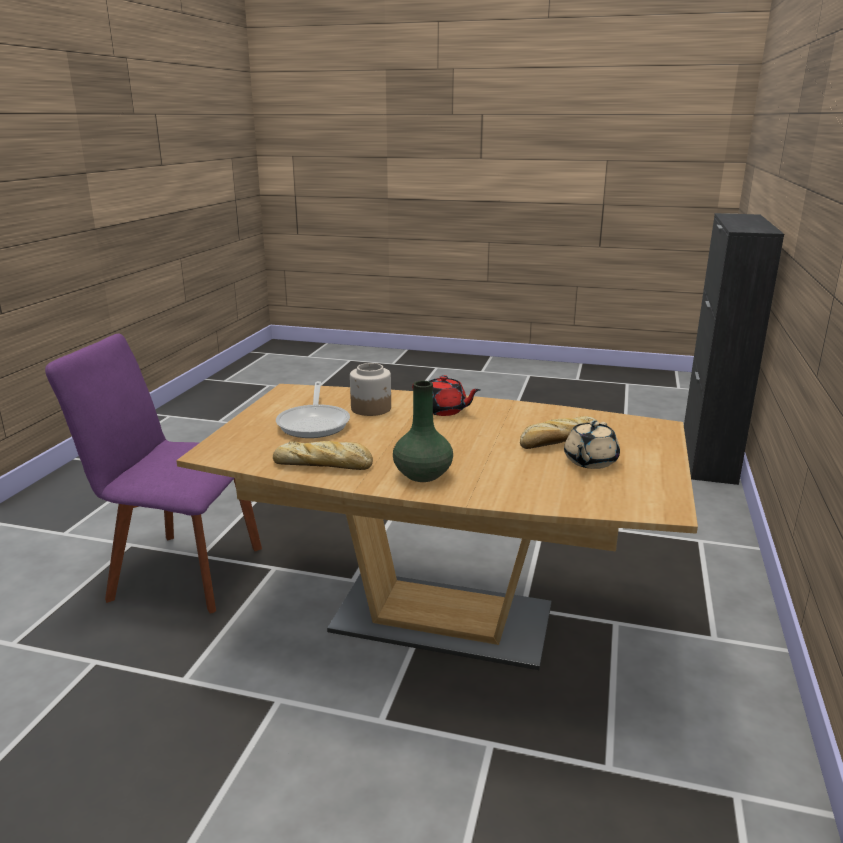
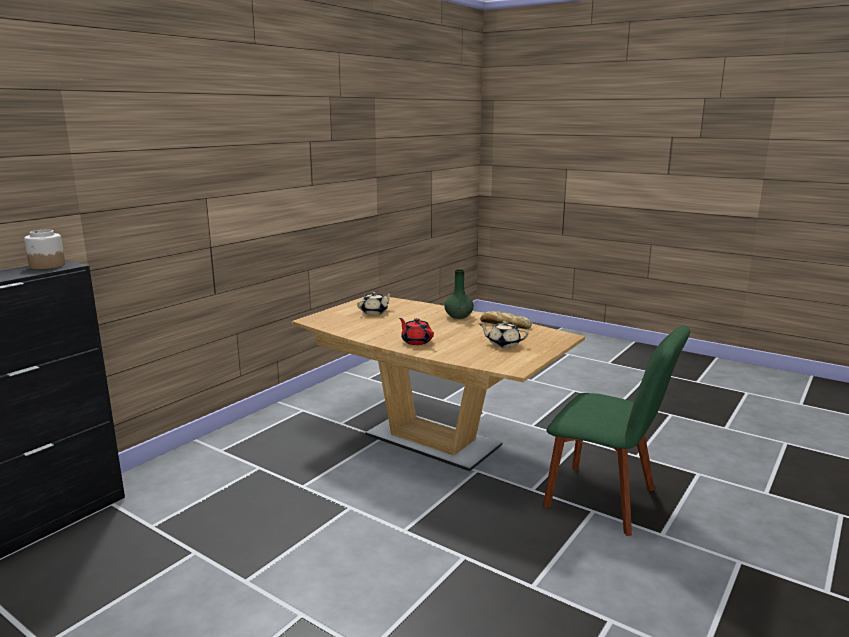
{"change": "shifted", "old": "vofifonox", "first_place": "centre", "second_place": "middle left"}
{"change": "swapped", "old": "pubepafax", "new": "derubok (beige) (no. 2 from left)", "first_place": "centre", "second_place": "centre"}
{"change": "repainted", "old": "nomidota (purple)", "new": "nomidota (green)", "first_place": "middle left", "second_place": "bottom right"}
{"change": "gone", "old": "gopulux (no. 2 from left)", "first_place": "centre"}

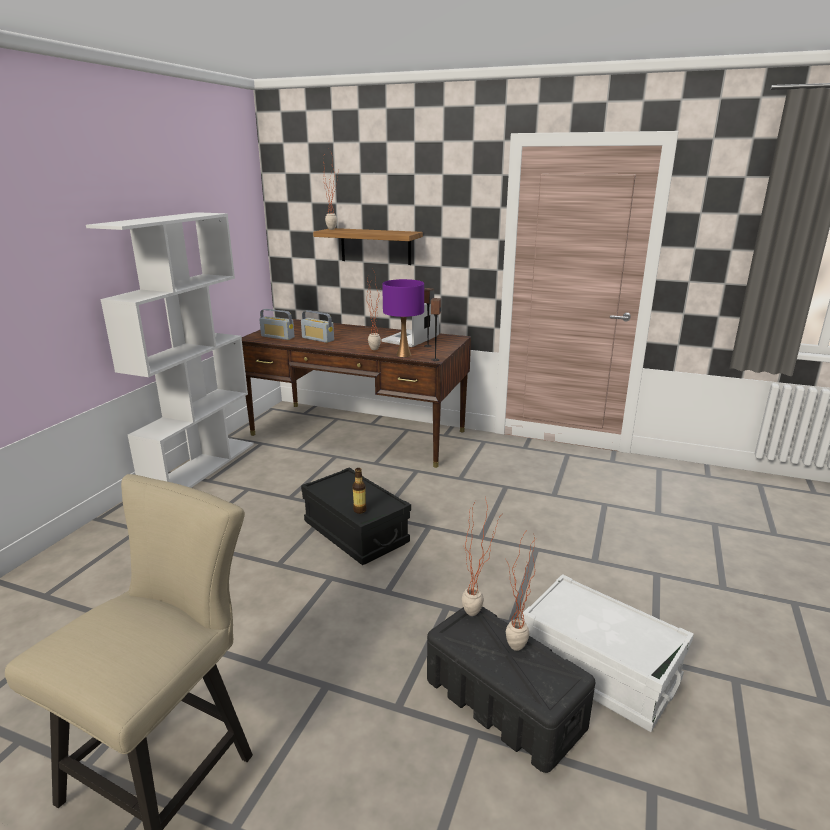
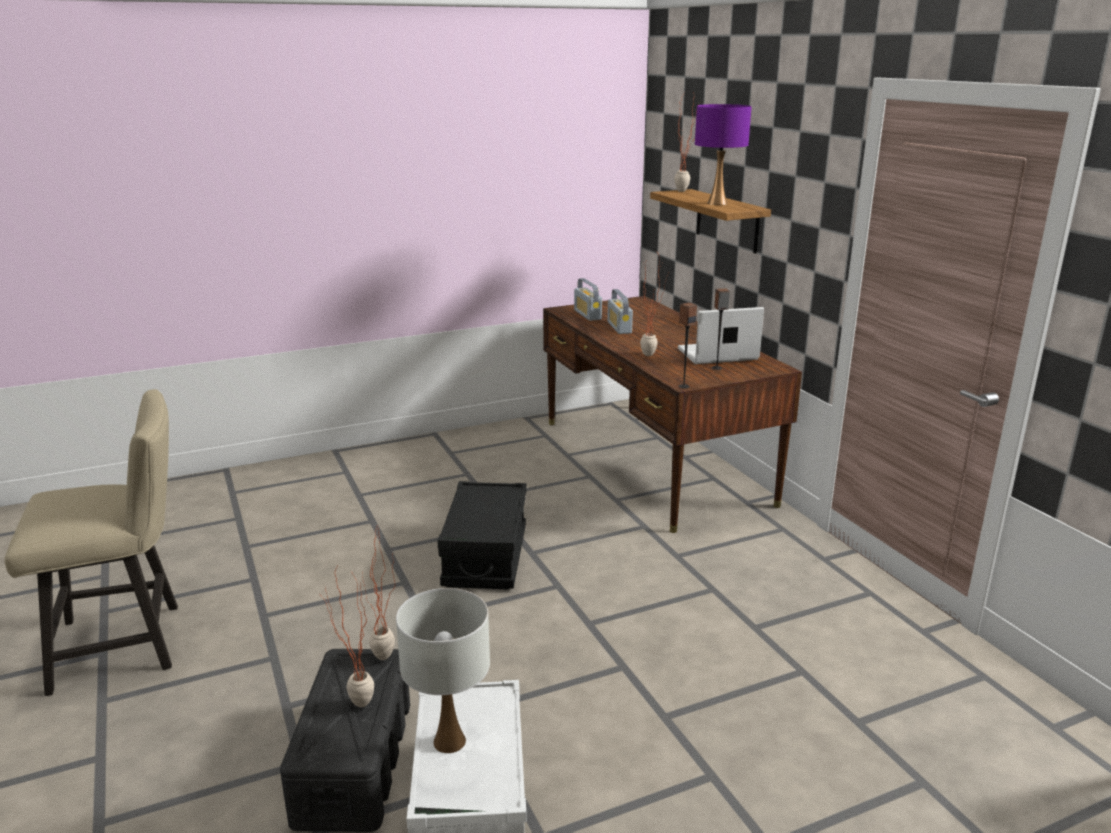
{"change": "new", "new": "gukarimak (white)", "second_place": "bottom centre"}
{"change": "shifted", "old": "gukarimak (purple)", "first_place": "centre", "second_place": "top centre"}
{"change": "gone", "old": "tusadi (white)", "first_place": "middle left"}
{"change": "gone", "old": "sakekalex", "first_place": "centre"}

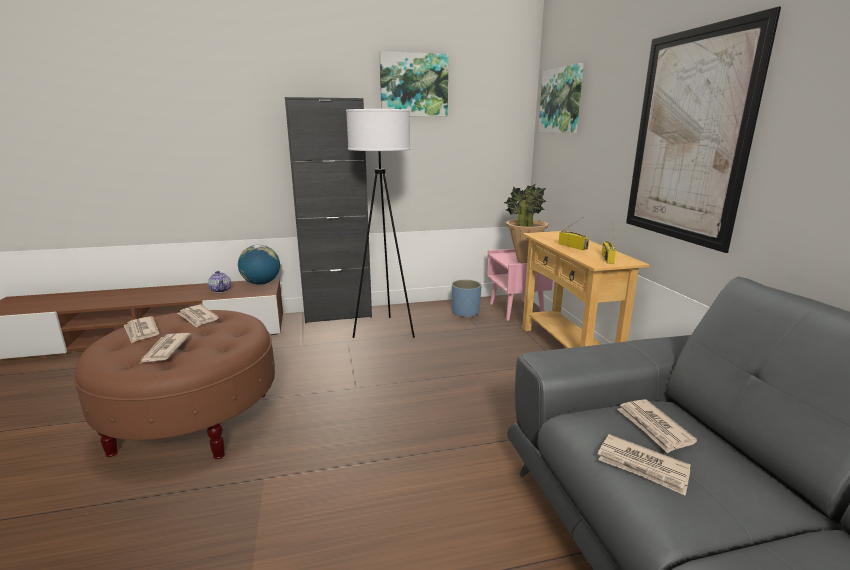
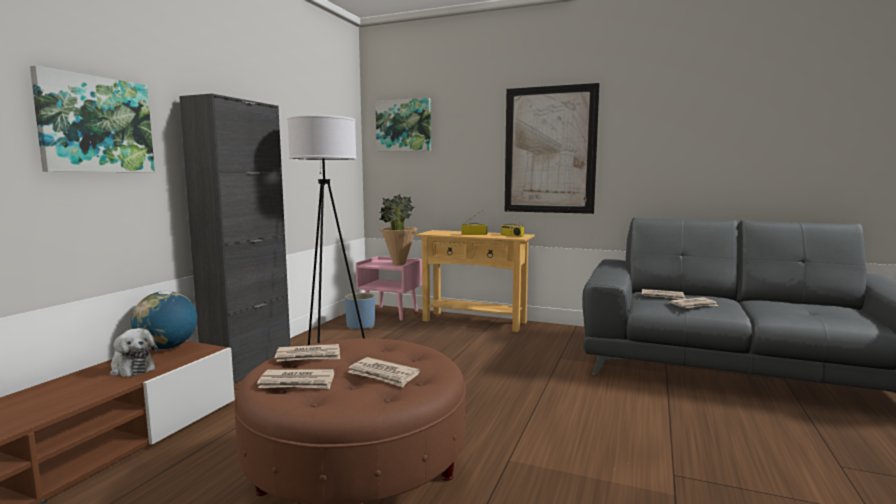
{"change": "shifted", "old": "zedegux (no. 1 from left)", "first_place": "top centre", "second_place": "top left"}
{"change": "swapped", "old": "derubok", "new": "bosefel", "first_place": "middle left", "second_place": "bottom left"}

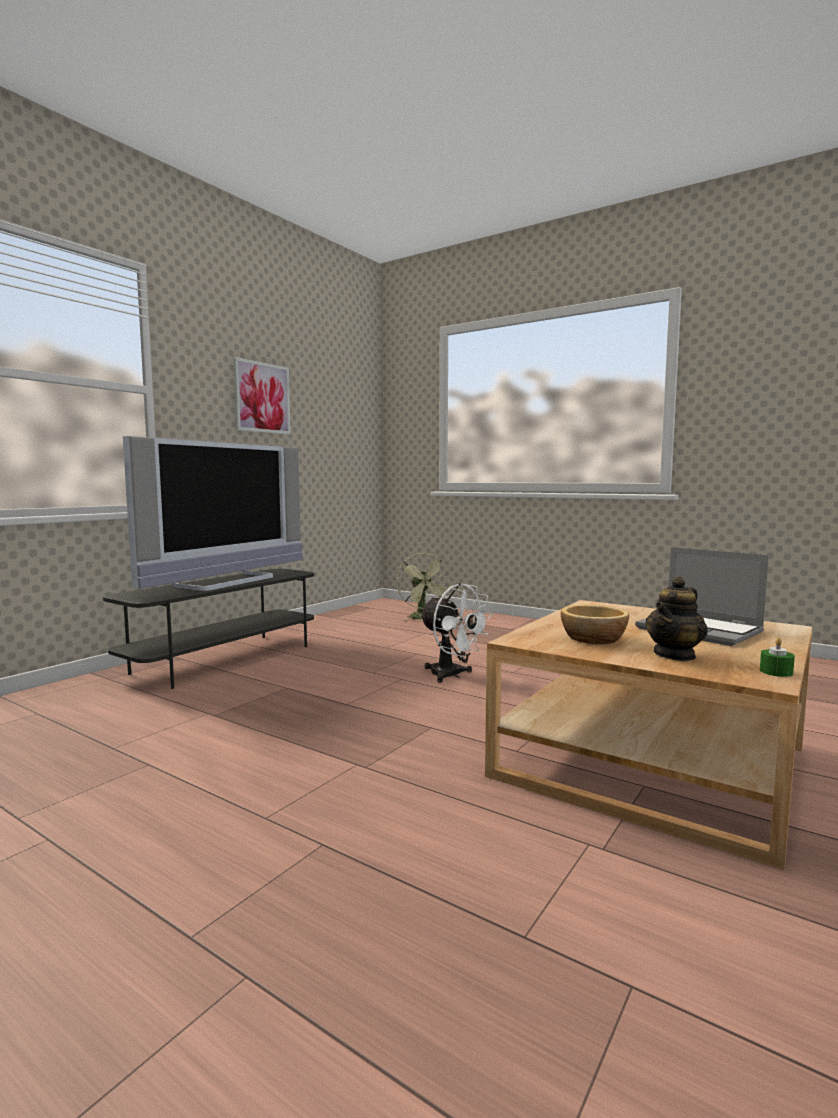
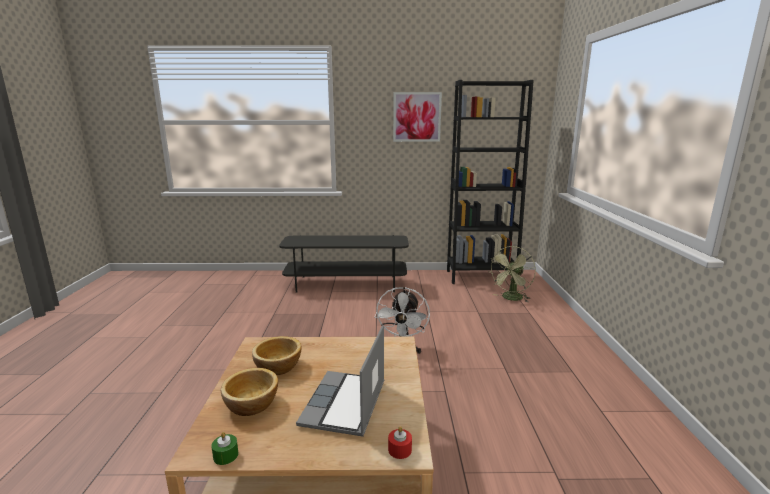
{"change": "swapped", "old": "derubok", "new": "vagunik (no. 1 from left)", "first_place": "middle right", "second_place": "bottom left"}
{"change": "new", "new": "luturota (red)", "second_place": "bottom centre"}
{"change": "new", "new": "tusadi (black)", "second_place": "centre"}
{"change": "gone", "old": "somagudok", "first_place": "middle left"}

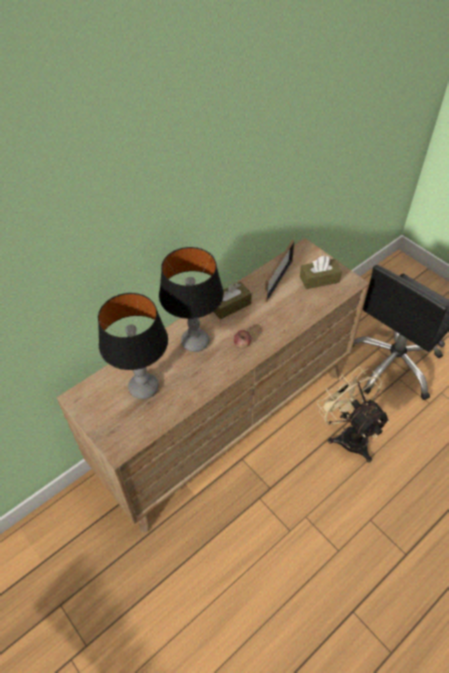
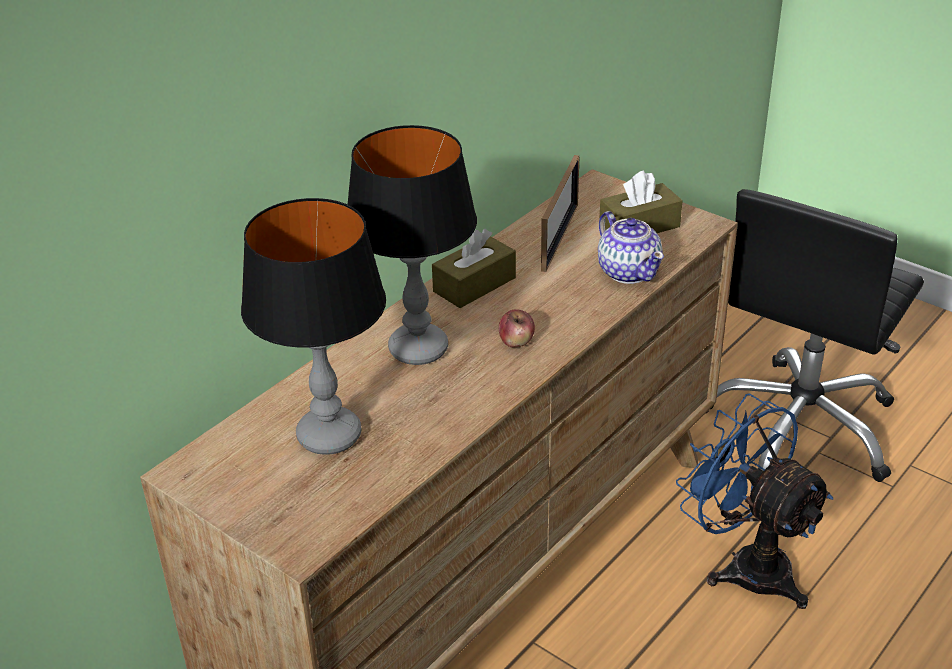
{"change": "new", "new": "derubok", "second_place": "centre"}
{"change": "repainted", "old": "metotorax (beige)", "new": "metotorax (blue)", "first_place": "middle right", "second_place": "bottom right"}

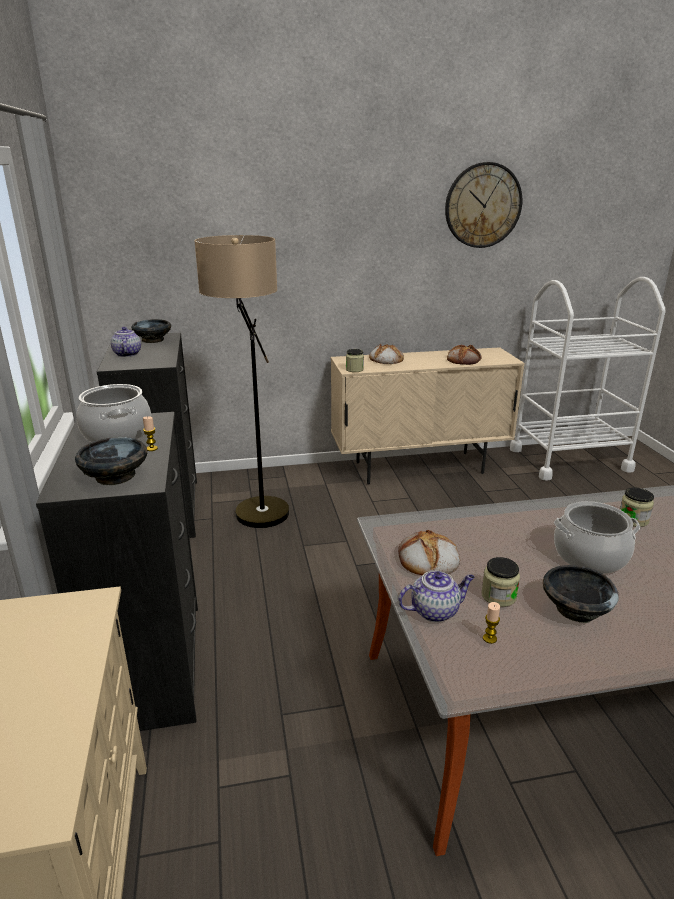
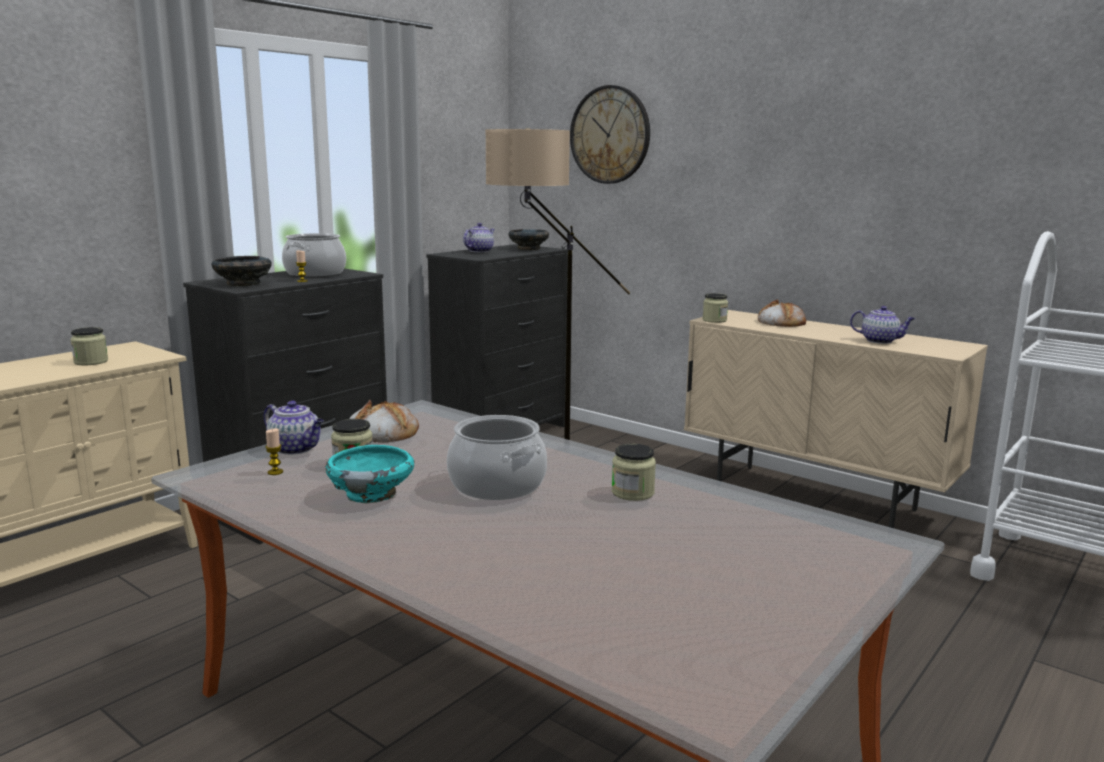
{"change": "new", "new": "vofifonox (no. 1 from left)", "second_place": "middle left"}
{"change": "repainted", "old": "vagunik (black) (no. 3 from left)", "new": "vagunik (turquoise)", "first_place": "middle right", "second_place": "centre"}
{"change": "shifted", "old": "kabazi", "first_place": "top right", "second_place": "top centre"}
{"change": "swapped", "old": "gopulux (no. 3 from left)", "new": "derubok (no. 3 from left)", "first_place": "middle right", "second_place": "middle right"}

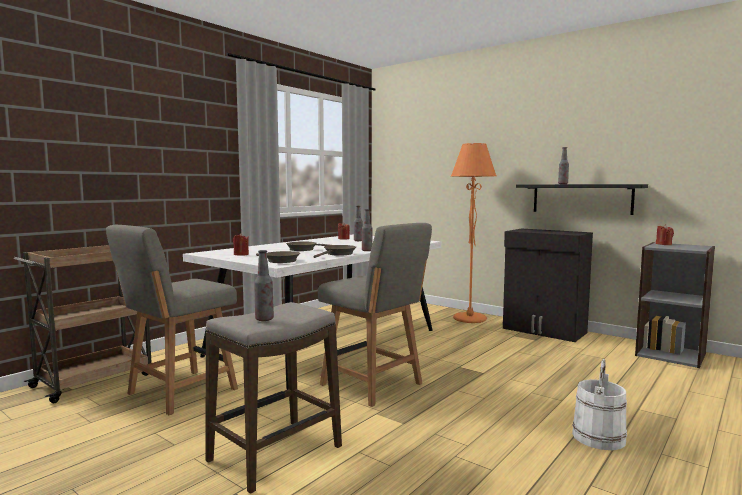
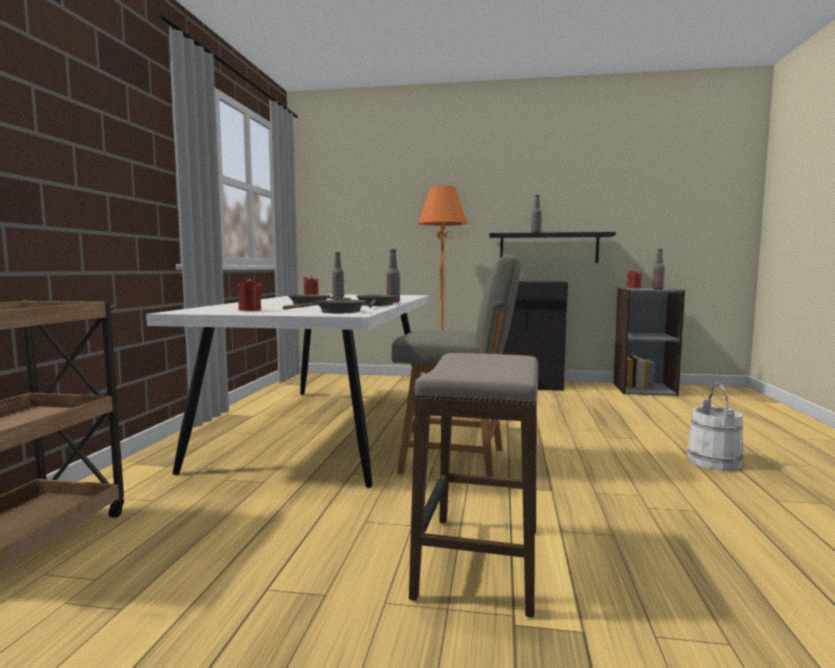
{"change": "shifted", "old": "sakekalex (no. 1 from left in the first image)", "new": "sakekalex (no. 4 from left)", "first_place": "centre", "second_place": "middle right"}
{"change": "gone", "old": "nomidota (grey) (no. 1 from left)", "first_place": "middle left"}

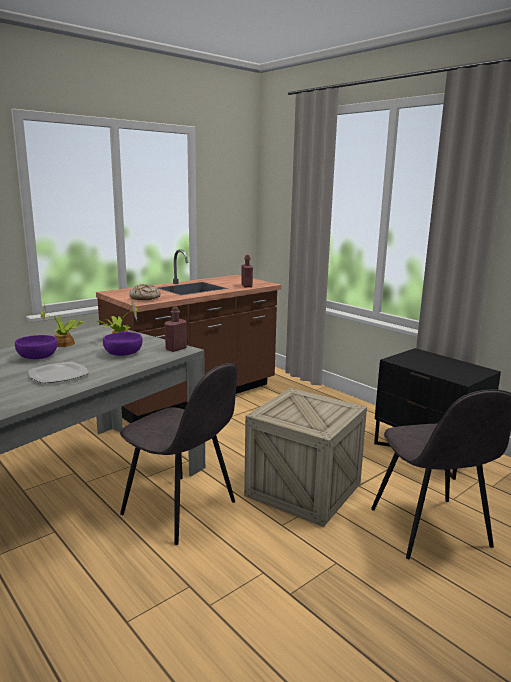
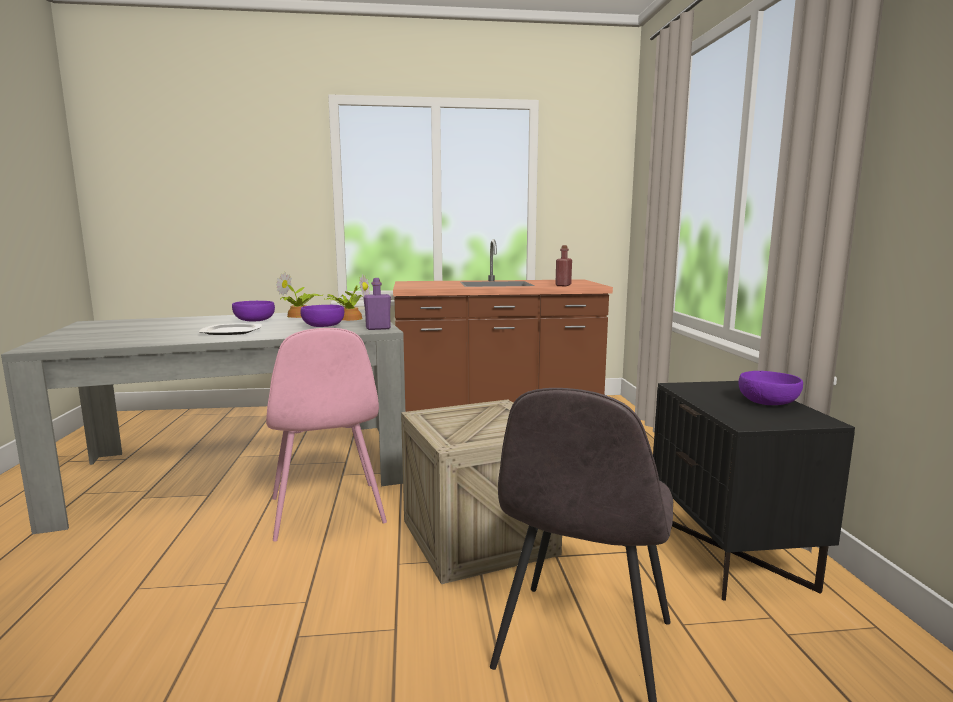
{"change": "repainted", "old": "nomidota (grey) (no. 1 from left)", "new": "nomidota (pink)", "first_place": "centre", "second_place": "centre"}
{"change": "repainted", "old": "sakekalex (red) (no. 1 from left)", "new": "sakekalex (purple)", "first_place": "centre", "second_place": "centre"}
{"change": "new", "new": "vagunik (purple) (no. 3 from left)", "second_place": "middle right"}
{"change": "gone", "old": "gopulux", "first_place": "middle left"}

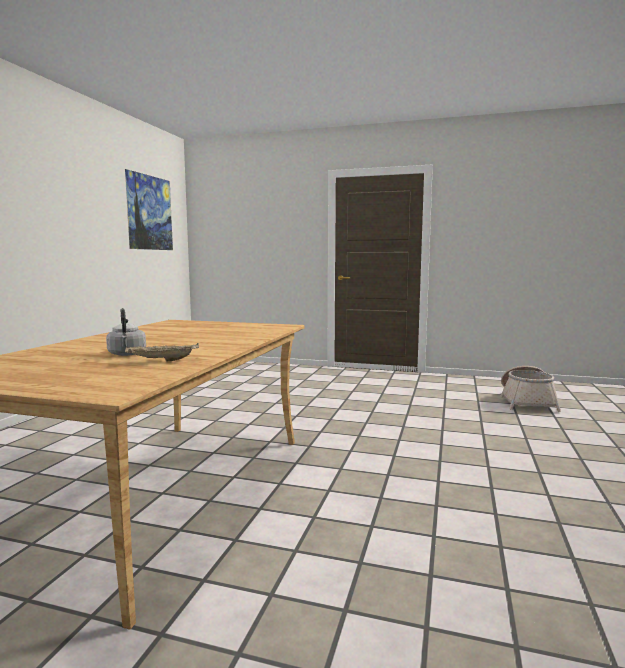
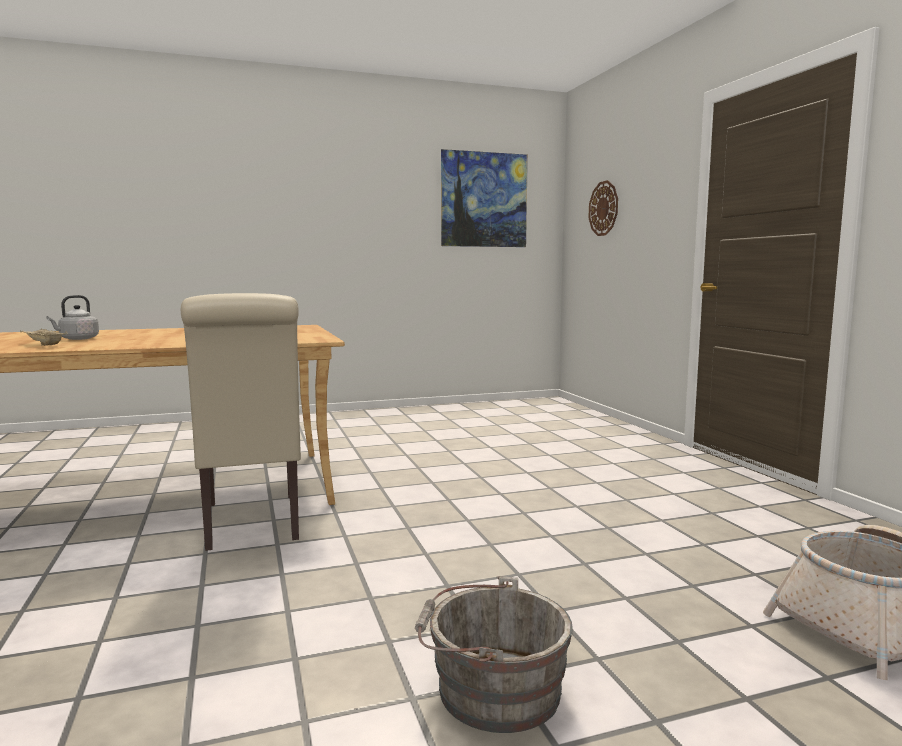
{"change": "new", "new": "nomidota (beige)", "second_place": "middle left"}
{"change": "new", "new": "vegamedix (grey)", "second_place": "bottom centre"}
{"change": "new", "new": "kabazi", "second_place": "top right"}

